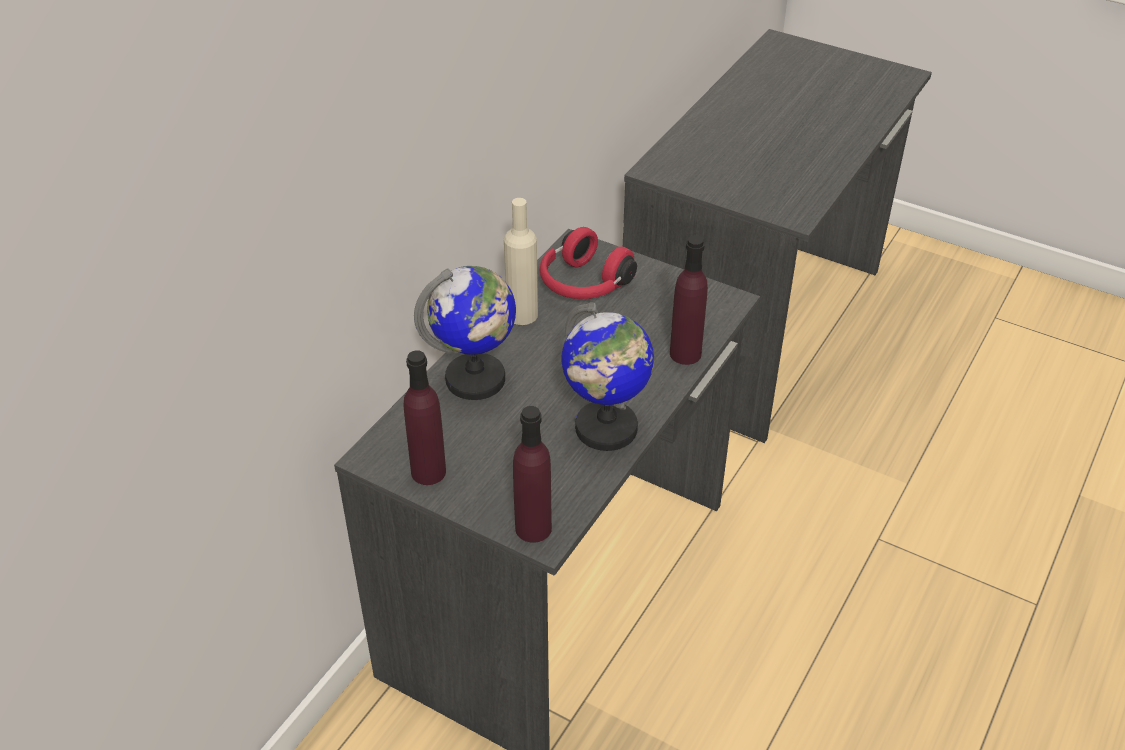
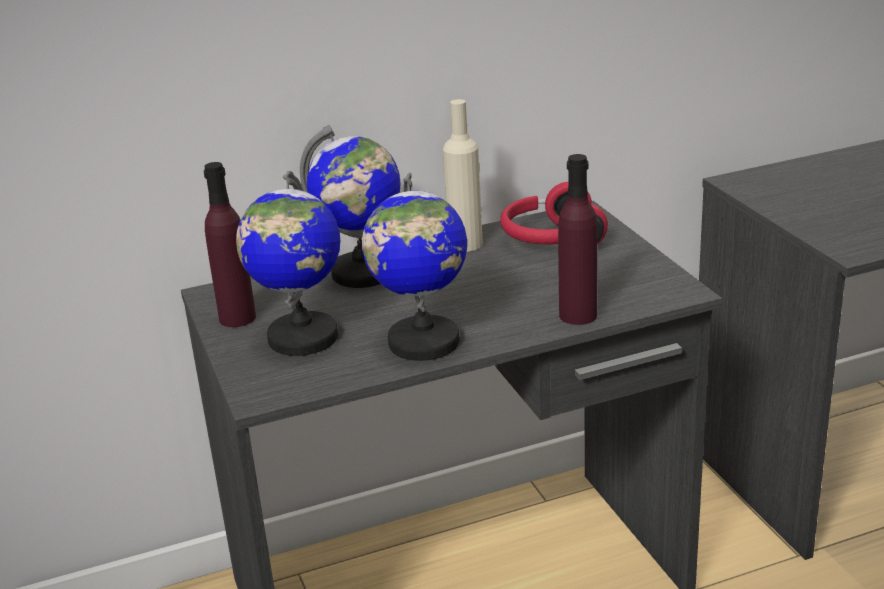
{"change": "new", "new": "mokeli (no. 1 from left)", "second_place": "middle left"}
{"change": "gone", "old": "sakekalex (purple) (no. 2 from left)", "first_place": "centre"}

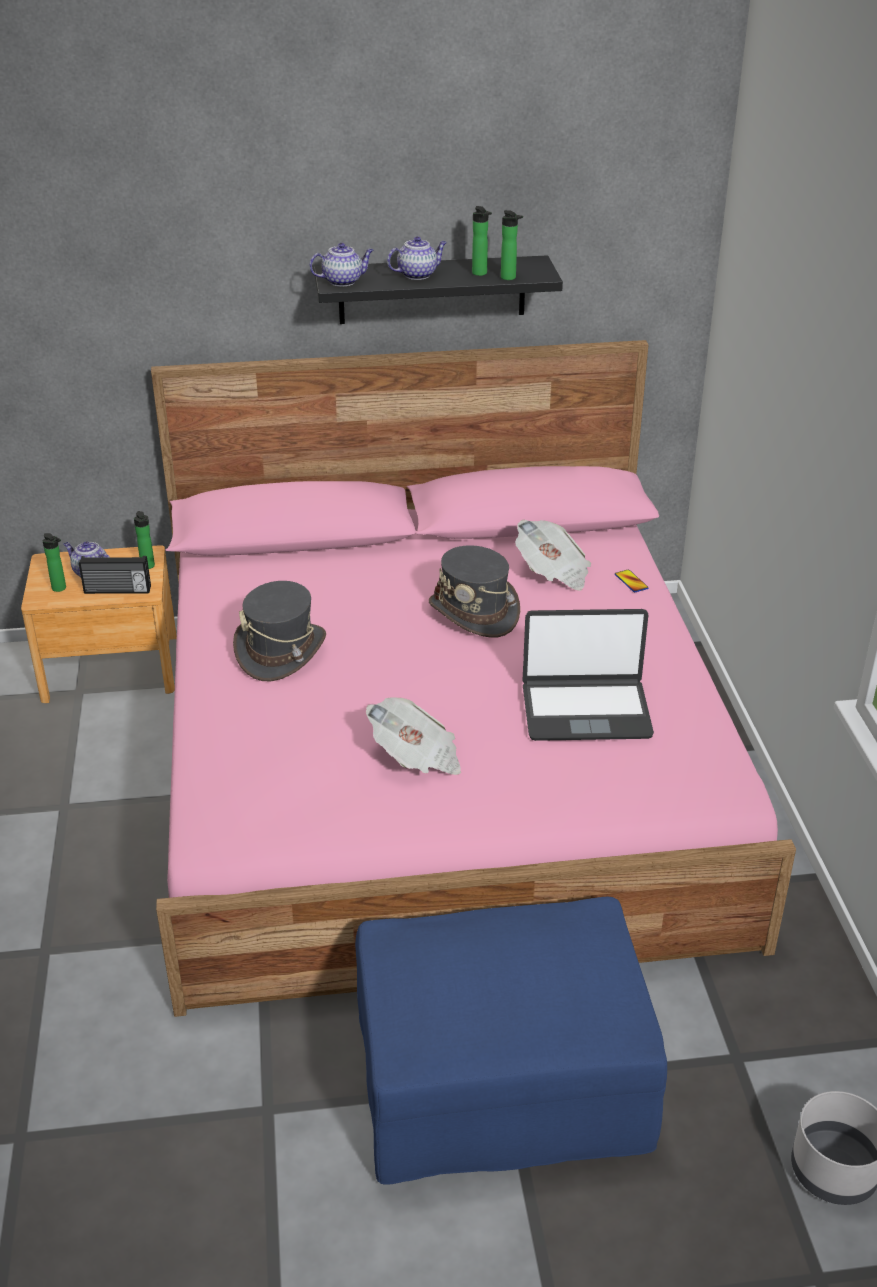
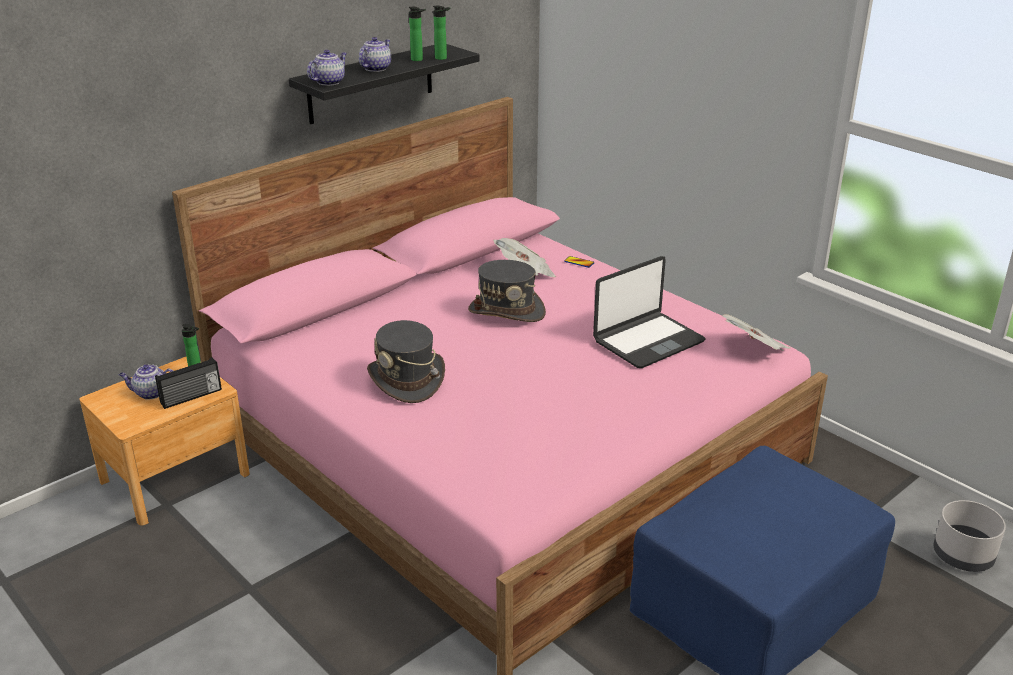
{"change": "shifted", "old": "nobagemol (no. 1 from left in the first image)", "new": "nobagemol (no. 2 from left)", "first_place": "centre", "second_place": "middle right"}
{"change": "gone", "old": "sakekalex (no. 1 from left)", "first_place": "middle left"}

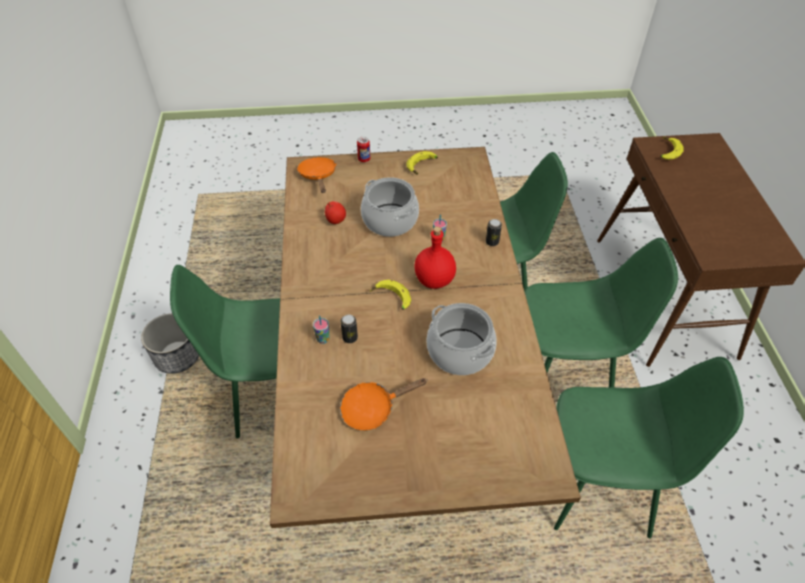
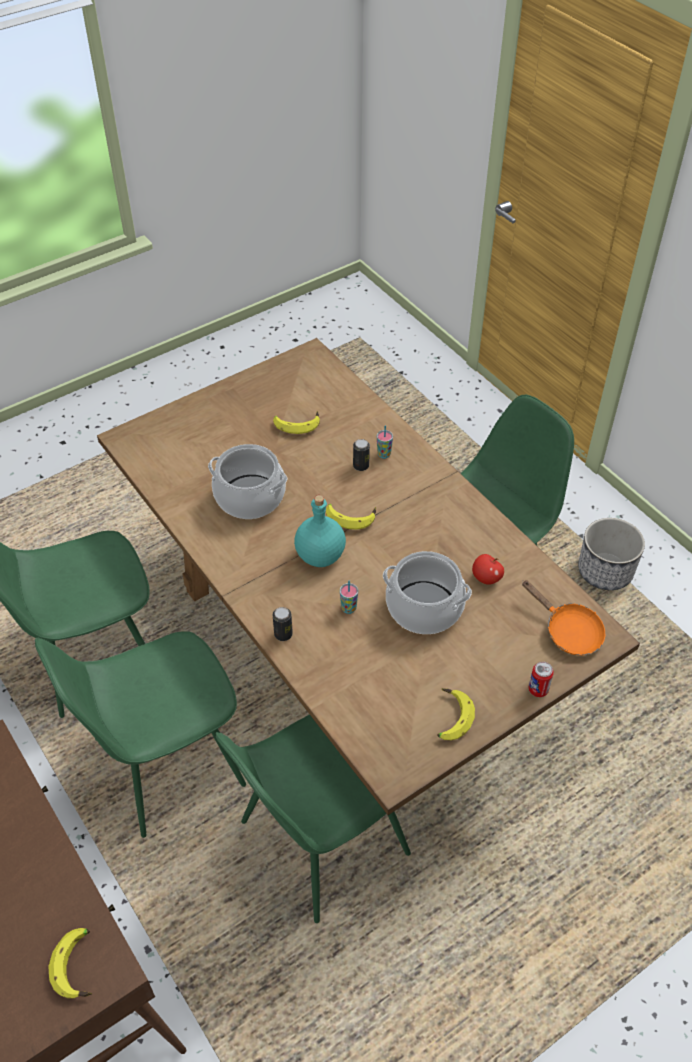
{"change": "swapped", "old": "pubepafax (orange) (no. 2 from left)", "new": "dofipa (no. 2 from left)", "first_place": "bottom centre", "second_place": "centre"}
{"change": "repainted", "old": "sakekalex (red)", "new": "sakekalex (turquoise)", "first_place": "centre", "second_place": "centre"}

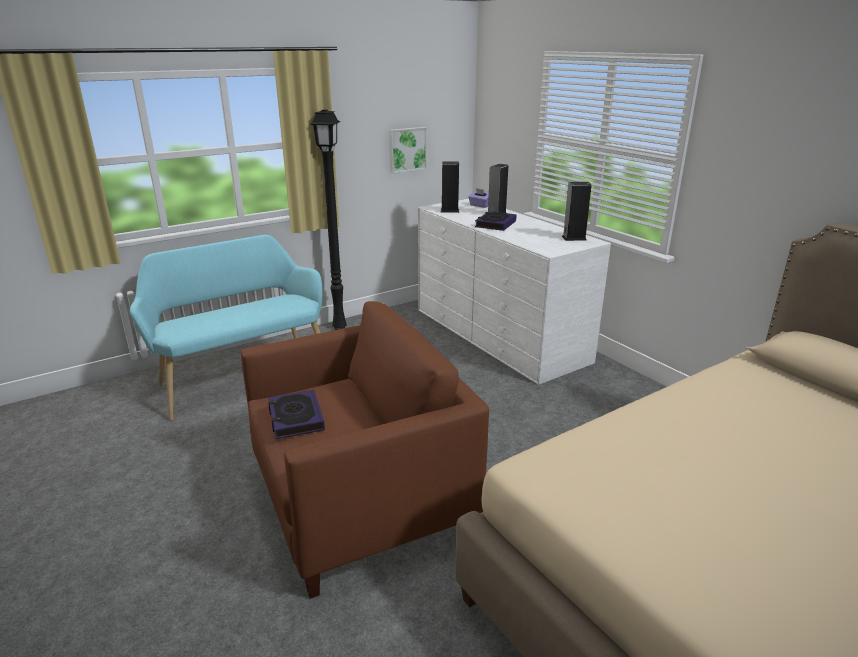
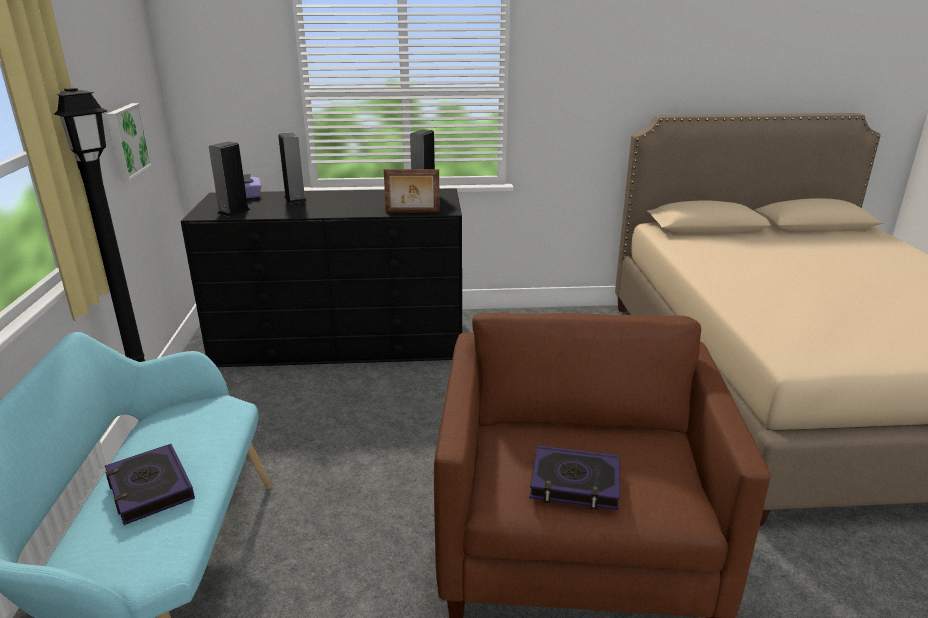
{"change": "shifted", "old": "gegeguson (no. 2 from left in the first image)", "new": "gegeguson (no. 1 from left)", "first_place": "centre", "second_place": "bottom left"}
{"change": "repainted", "old": "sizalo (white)", "new": "sizalo (black)", "first_place": "centre", "second_place": "centre"}
{"change": "new", "new": "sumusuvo", "second_place": "top centre"}

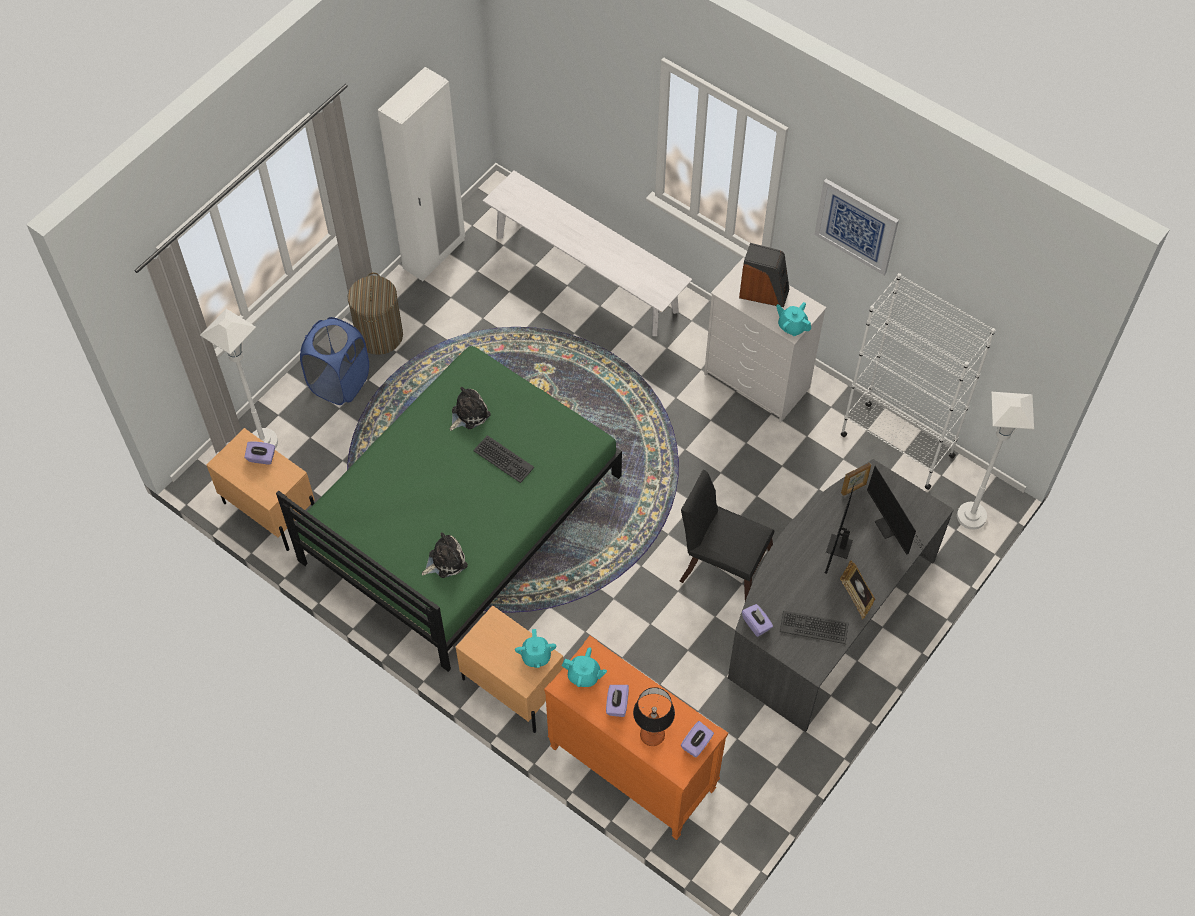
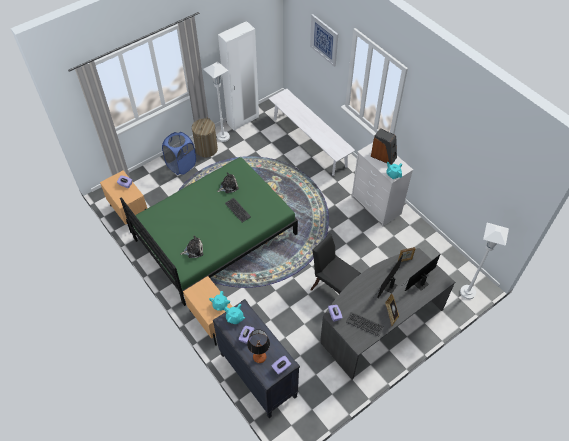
{"change": "shifted", "old": "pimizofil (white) (no. 1 from left)", "first_place": "middle left", "second_place": "top centre"}
{"change": "repainted", "old": "sizalo (orange)", "new": "sizalo (black)", "first_place": "bottom centre", "second_place": "bottom centre"}
{"change": "shifted", "old": "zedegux", "first_place": "top right", "second_place": "top centre"}
{"change": "rotated", "old": "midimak (no. 2 from left)", "first_place": "middle right", "second_place": "middle right", "degrees": 60}
{"change": "gone", "old": "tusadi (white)", "first_place": "middle right"}

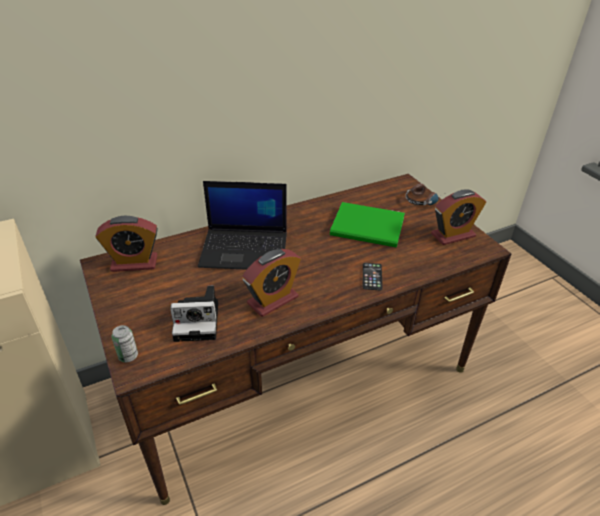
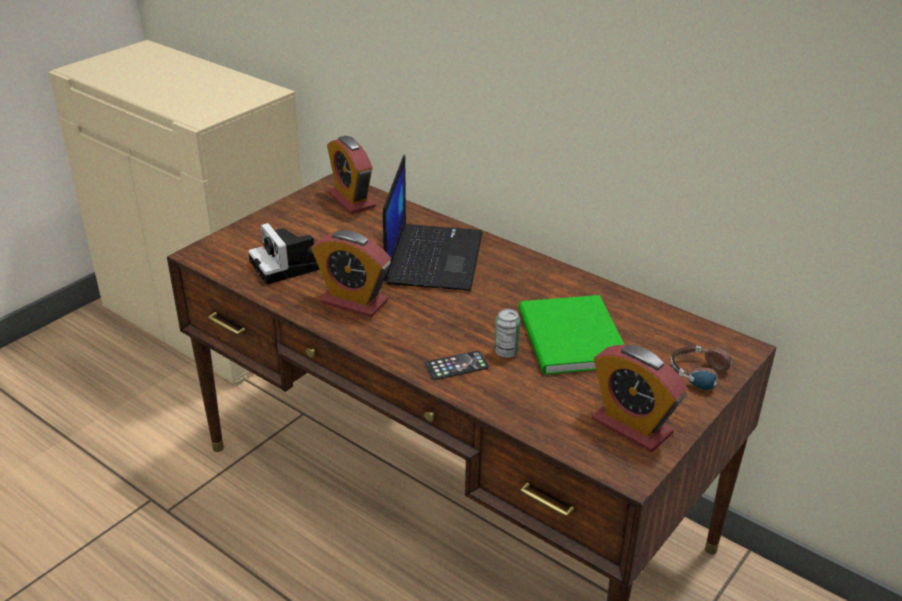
{"change": "rotated", "old": "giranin", "first_place": "centre", "second_place": "centre", "degrees": -150}
{"change": "shifted", "old": "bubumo", "first_place": "middle left", "second_place": "centre"}

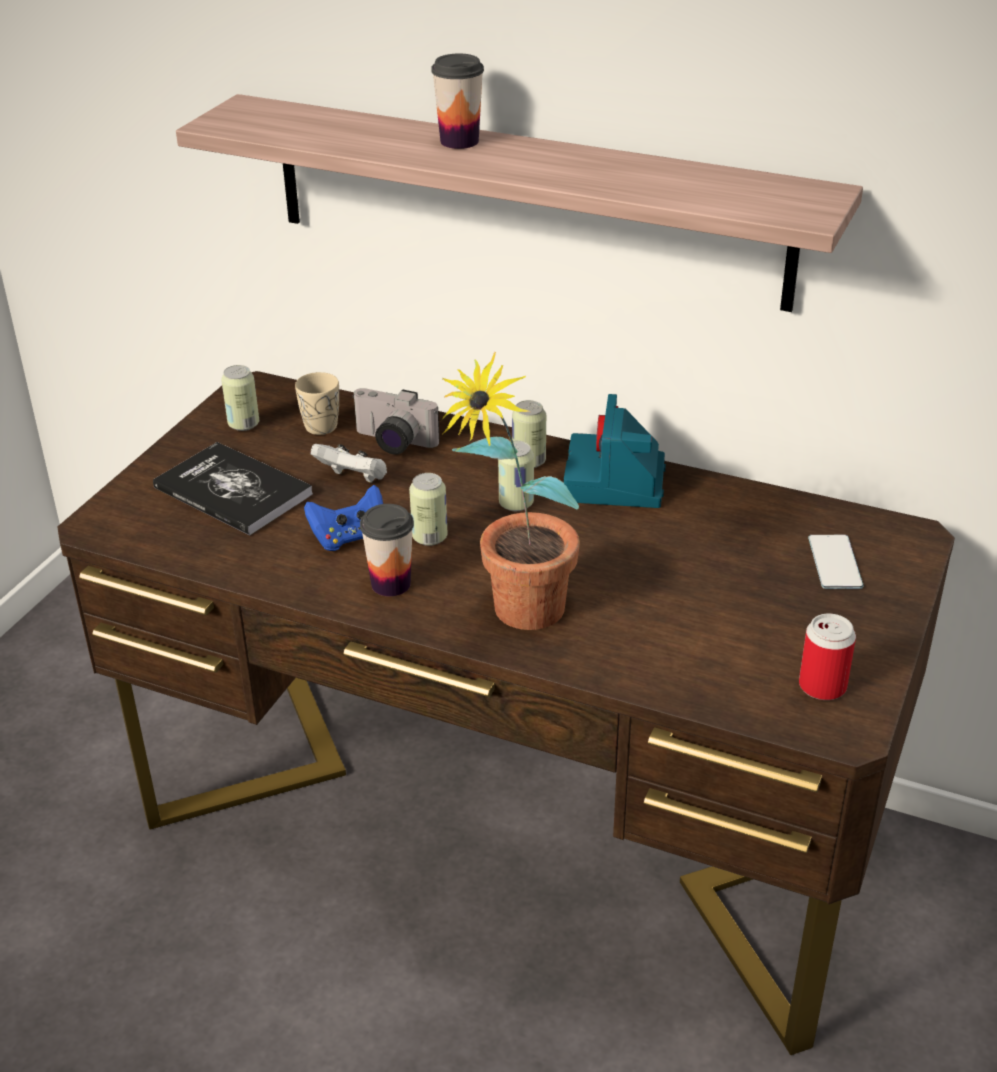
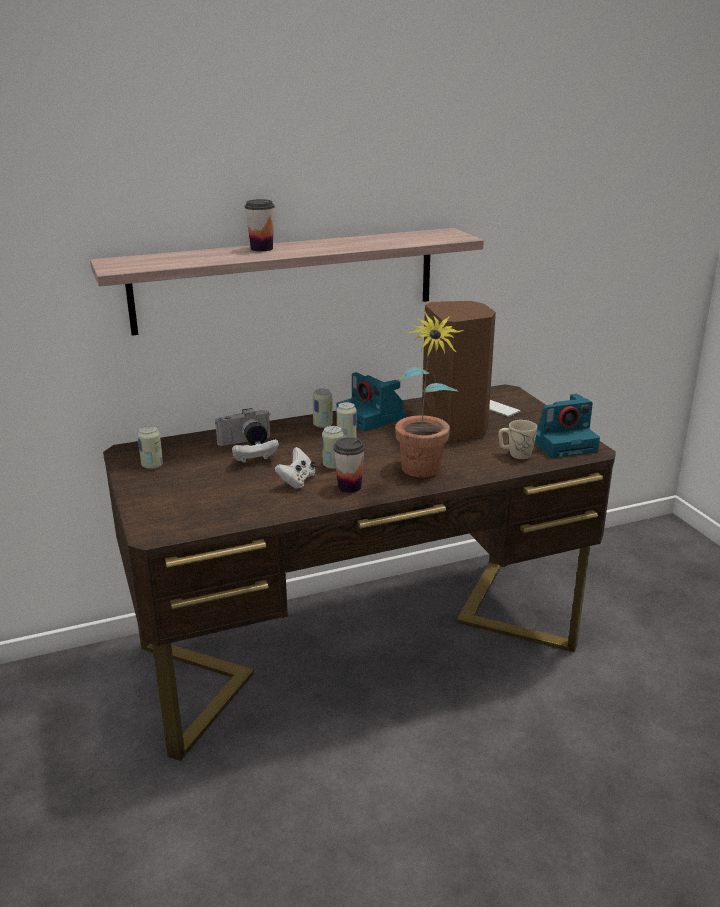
{"change": "repainted", "old": "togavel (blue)", "new": "togavel (white) (no. 2 from left)", "first_place": "centre", "second_place": "centre"}
{"change": "new", "new": "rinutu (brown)", "second_place": "centre"}
{"change": "shifted", "old": "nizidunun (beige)", "first_place": "middle left", "second_place": "middle right"}
{"change": "swapped", "old": "bubumo (no. 5 from left)", "new": "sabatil (no. 3 from left)", "first_place": "middle right", "second_place": "middle right"}
{"change": "gone", "old": "gegeguson", "first_place": "middle left"}

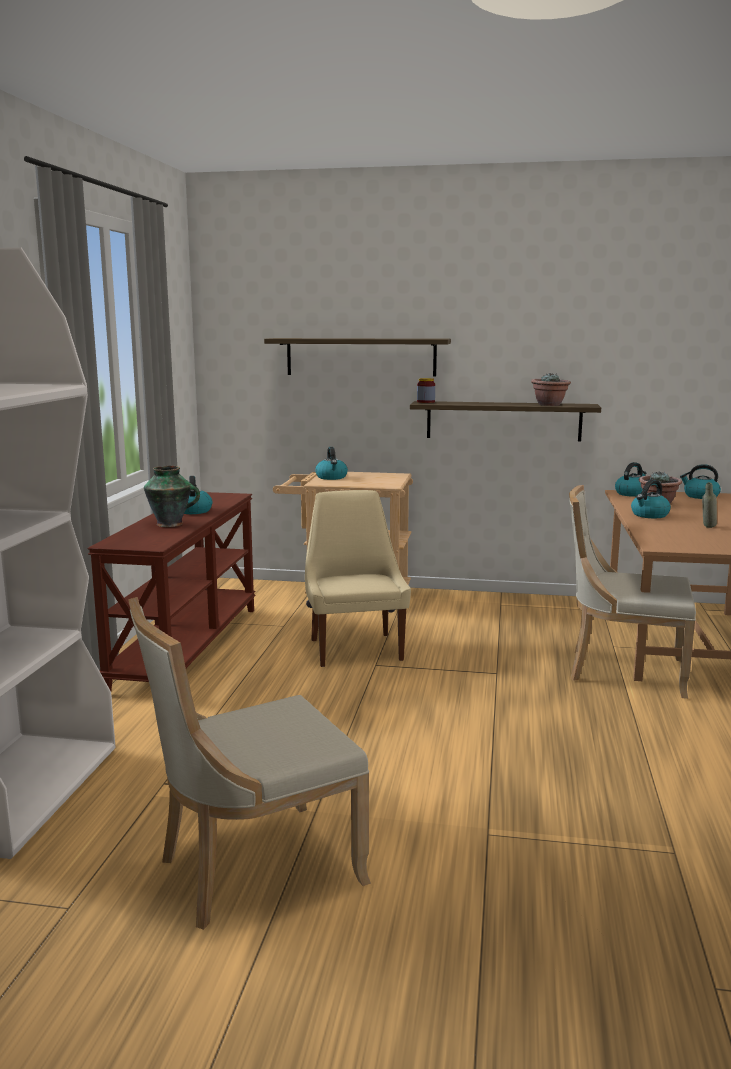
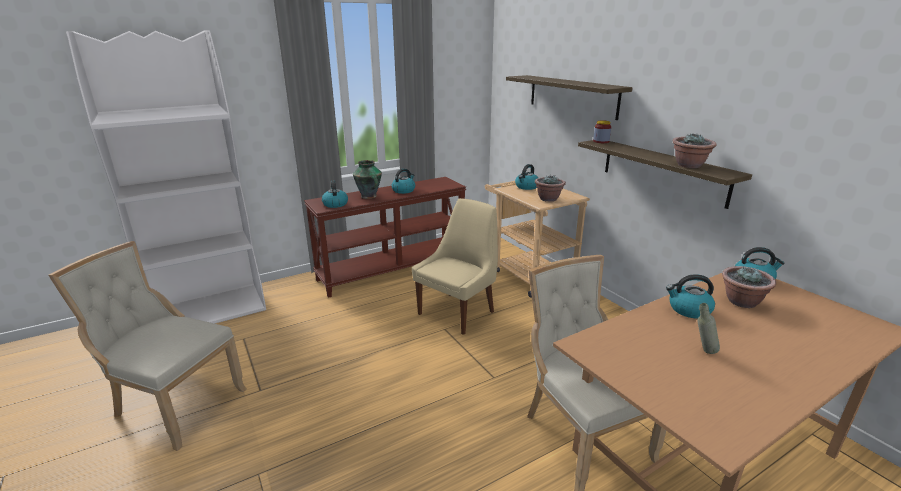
{"change": "shifted", "old": "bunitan (no. 5 from left in the first image)", "new": "bunitan (no. 1 from left)", "first_place": "middle right", "second_place": "centre"}
{"change": "new", "new": "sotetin (no. 1 from left)", "second_place": "centre"}

